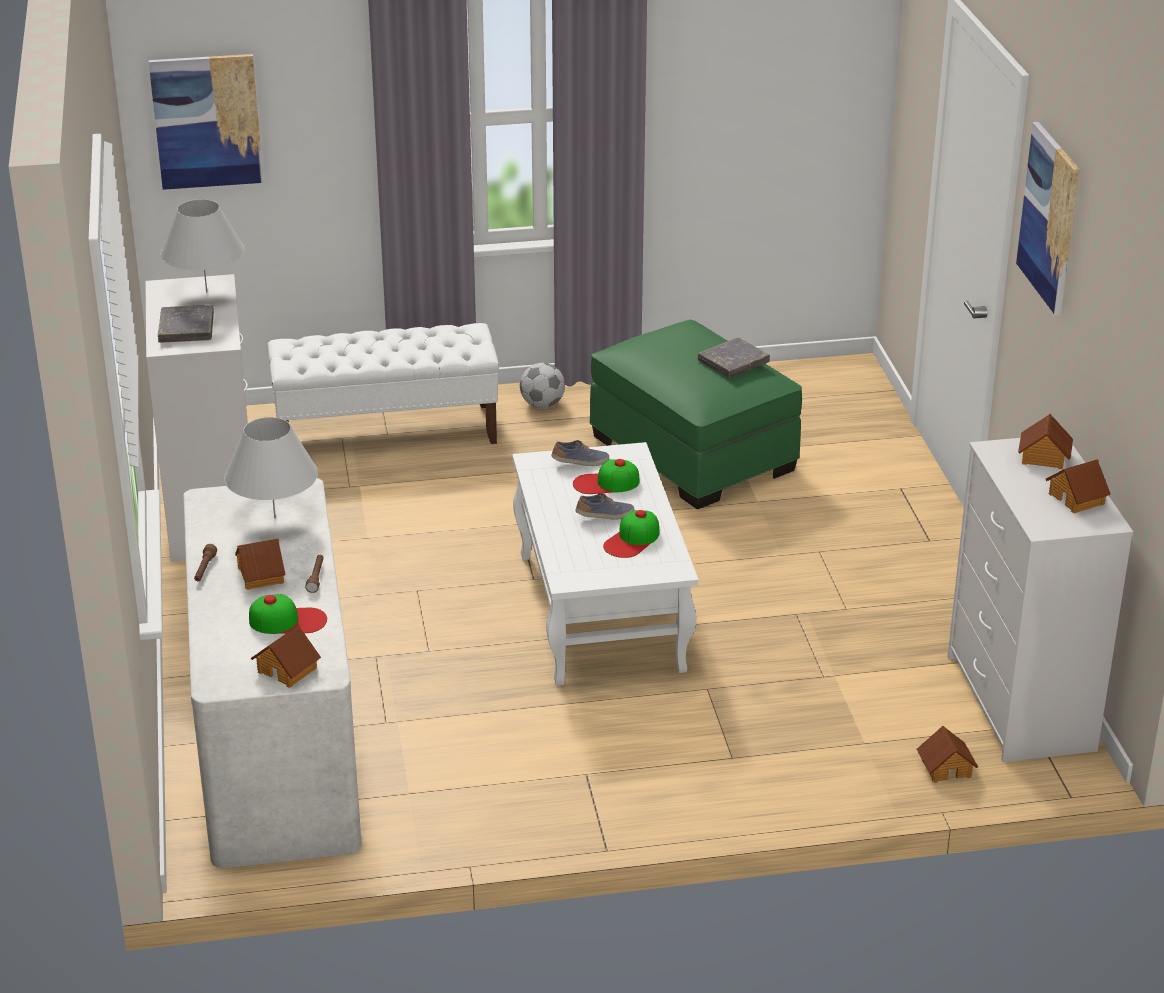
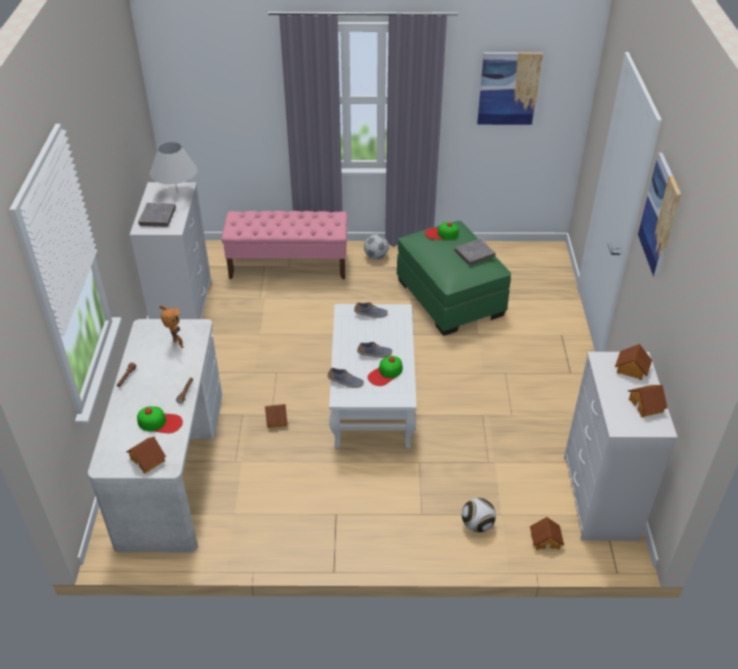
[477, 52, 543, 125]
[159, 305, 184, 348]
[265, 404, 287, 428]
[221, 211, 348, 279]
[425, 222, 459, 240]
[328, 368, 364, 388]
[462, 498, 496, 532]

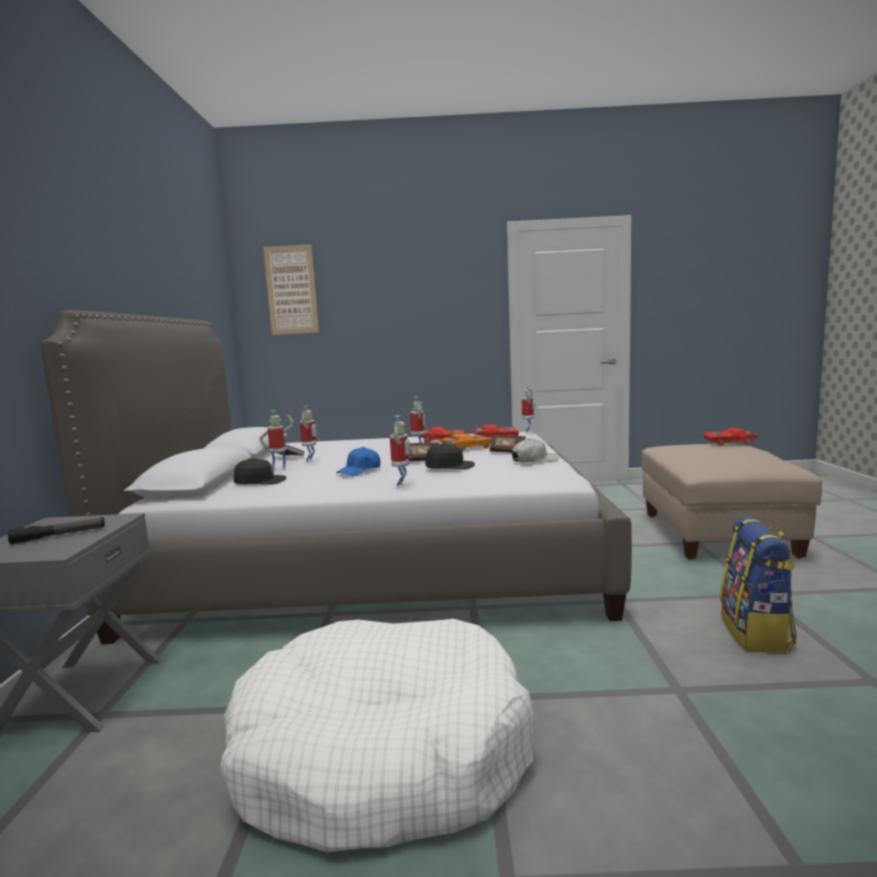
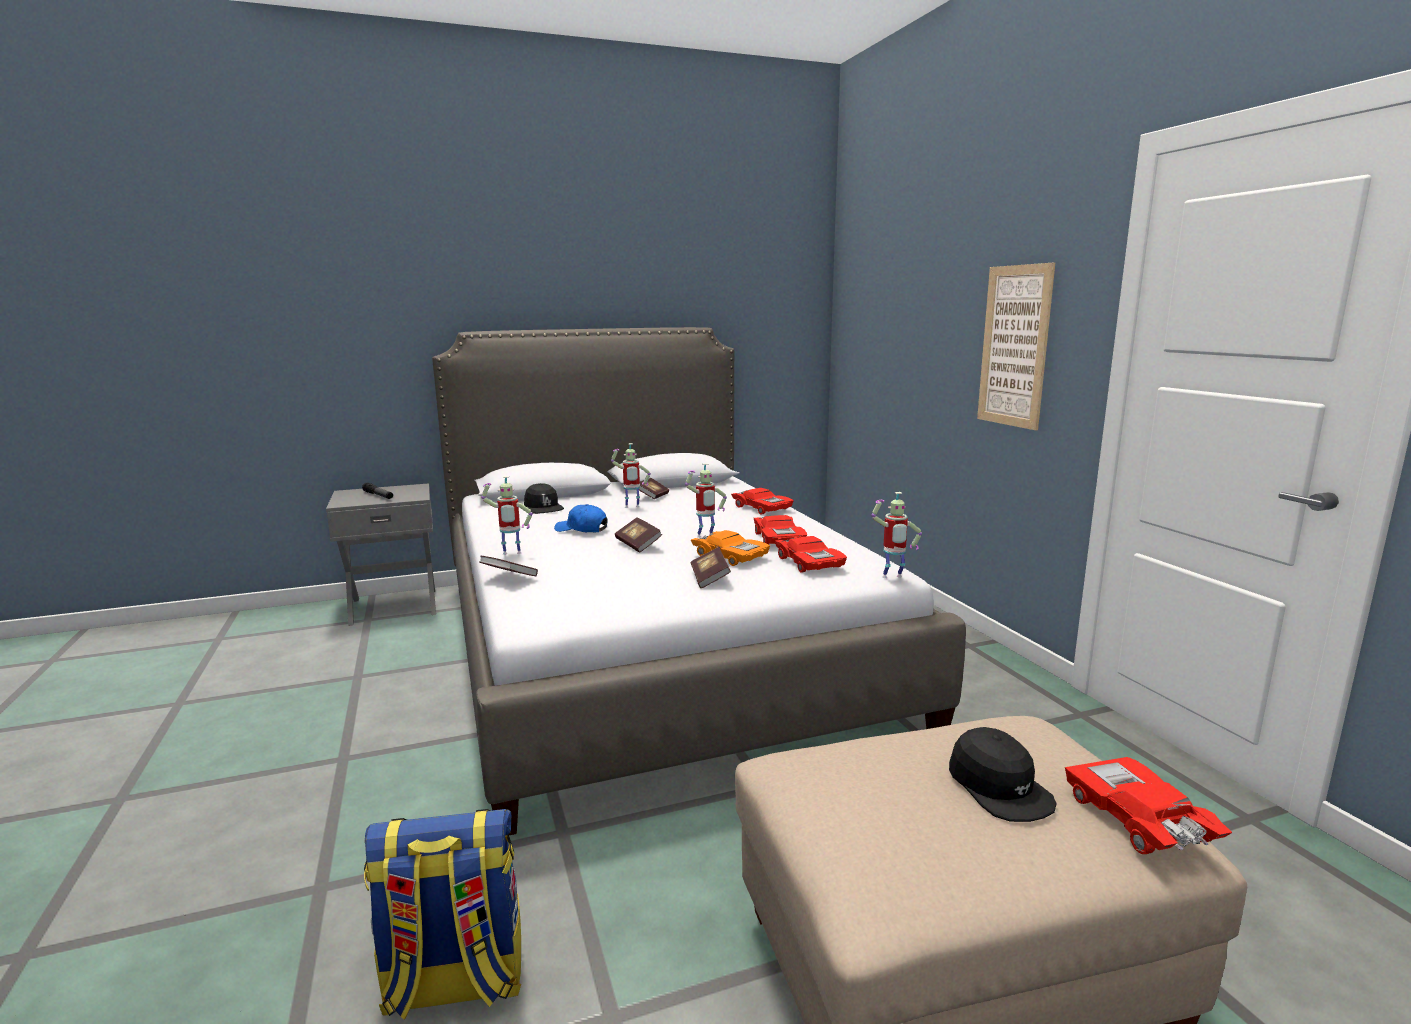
[220, 619, 534, 853] (first image)
[259, 410, 294, 471] (first image)
[977, 263, 1055, 430]
[949, 727, 1057, 822]
[512, 438, 559, 462] (first image)
[479, 556, 538, 576]
[731, 488, 794, 515]

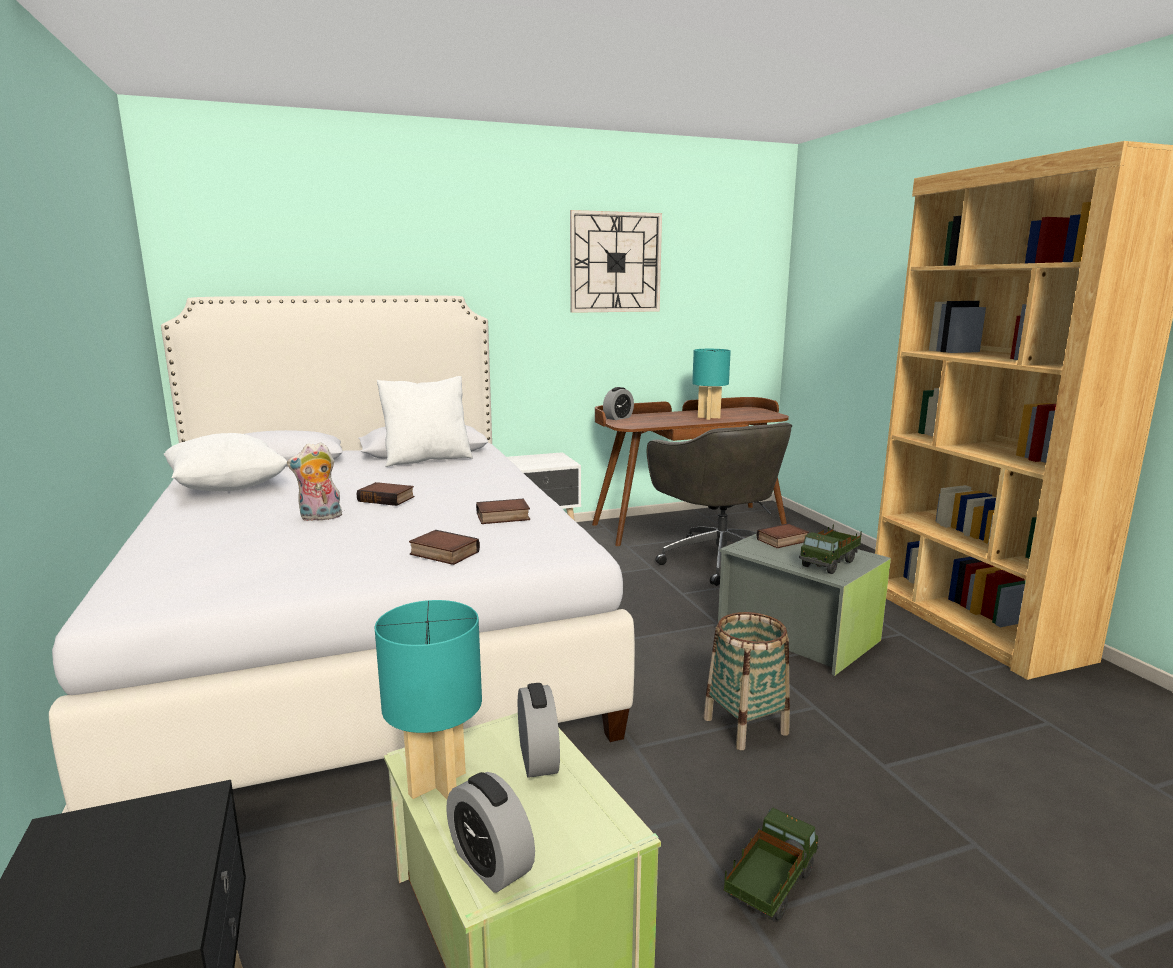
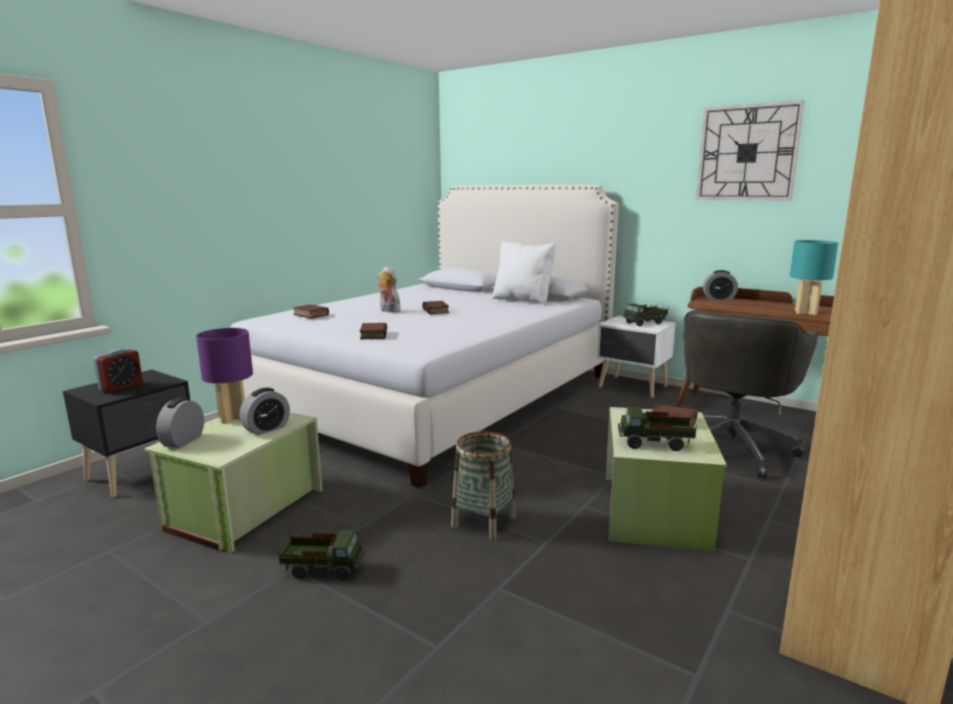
[164, 433, 287, 491] (first image)
[196, 328, 253, 424]
[293, 304, 329, 319]
[606, 407, 727, 551]
[93, 349, 143, 393]
[623, 303, 668, 326]

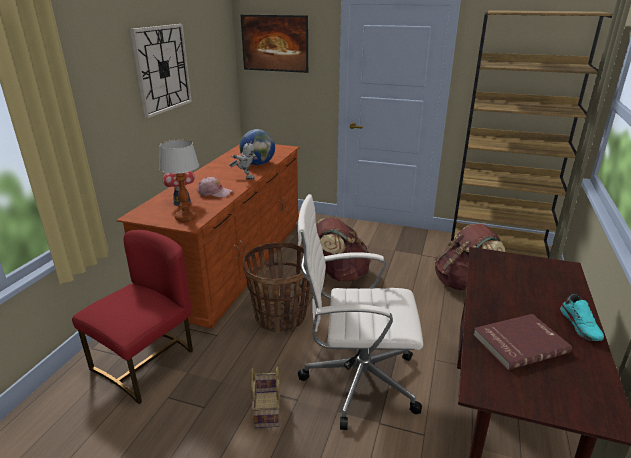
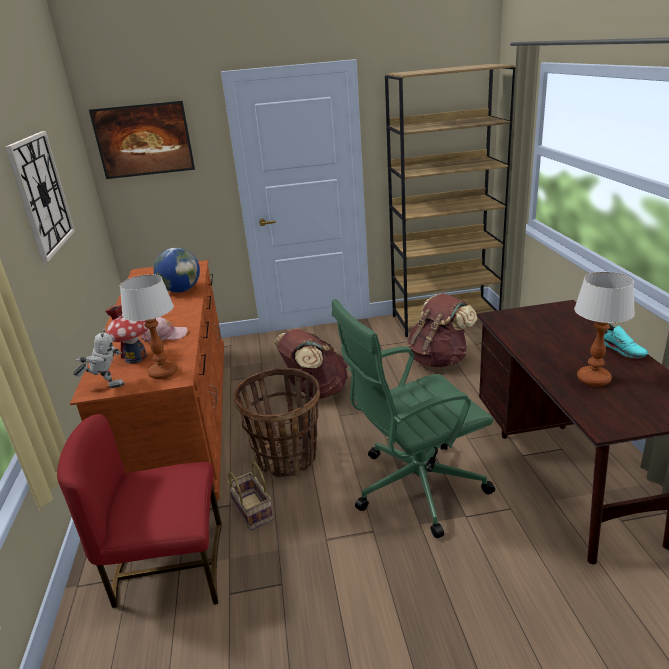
[57, 414, 222, 608]
[73, 328, 124, 388]
[227, 462, 274, 531]
[332, 299, 495, 539]
[574, 272, 635, 386]

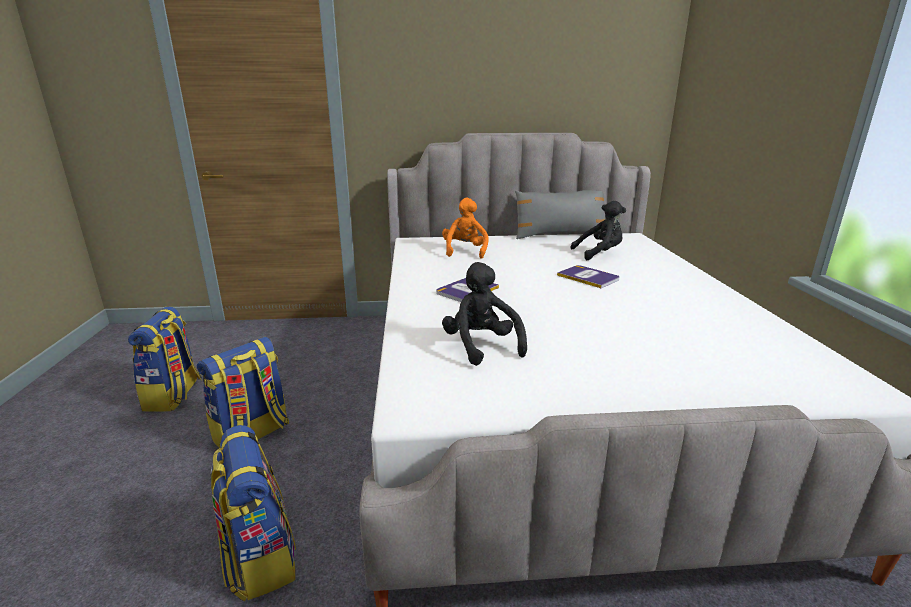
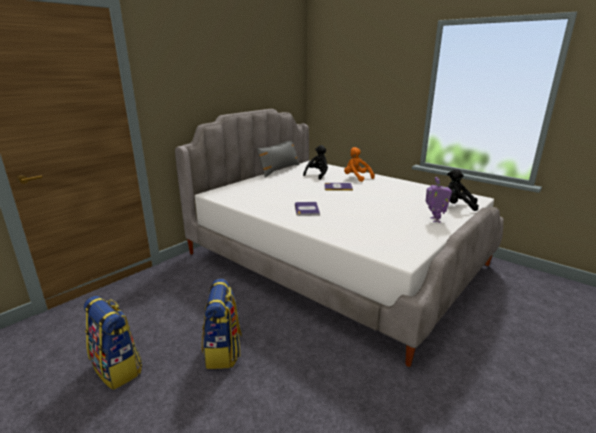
[210, 425, 296, 602] (first image)
[344, 147, 375, 182]
[447, 169, 479, 211]
[425, 177, 452, 223]

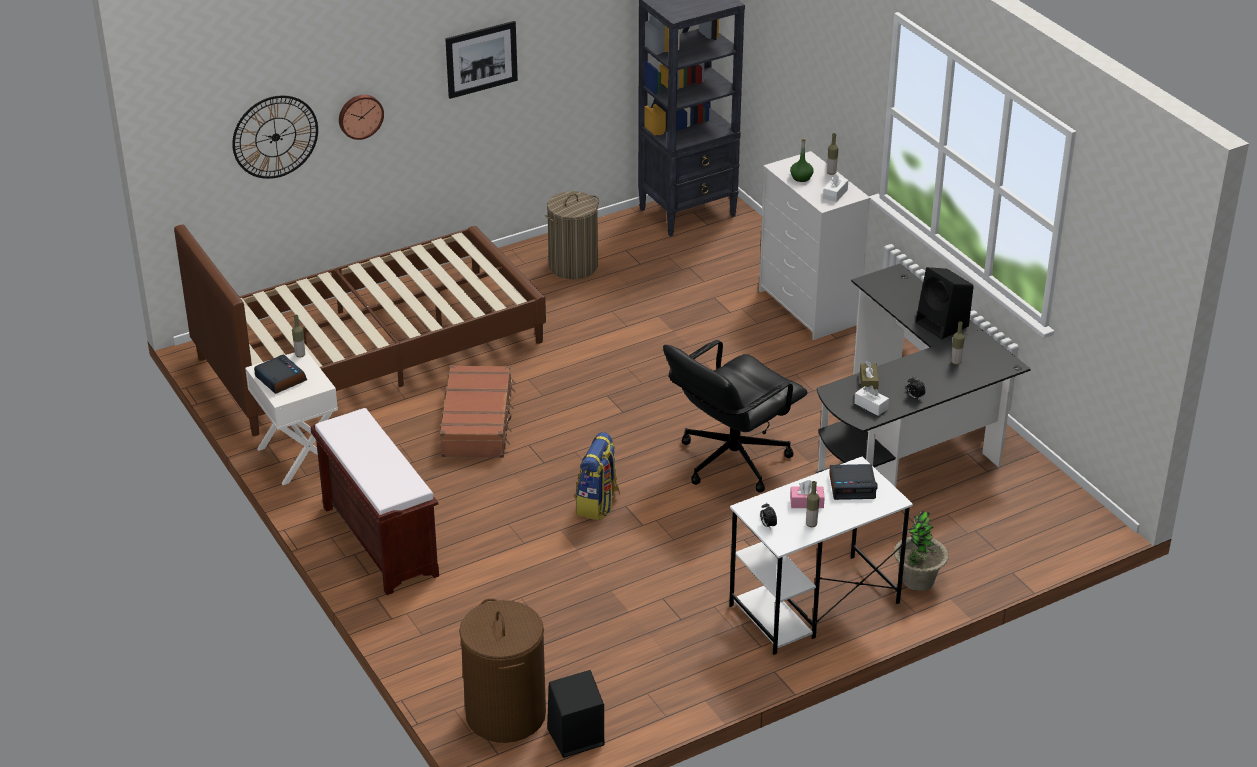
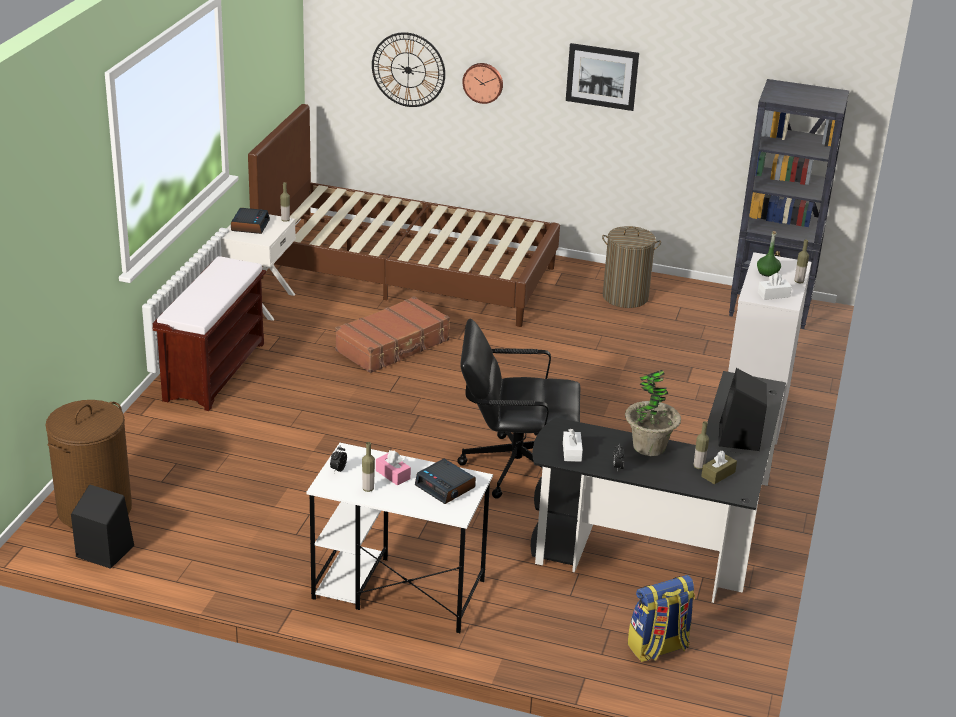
[628, 575, 695, 662]
[701, 451, 737, 484]
[625, 370, 681, 456]

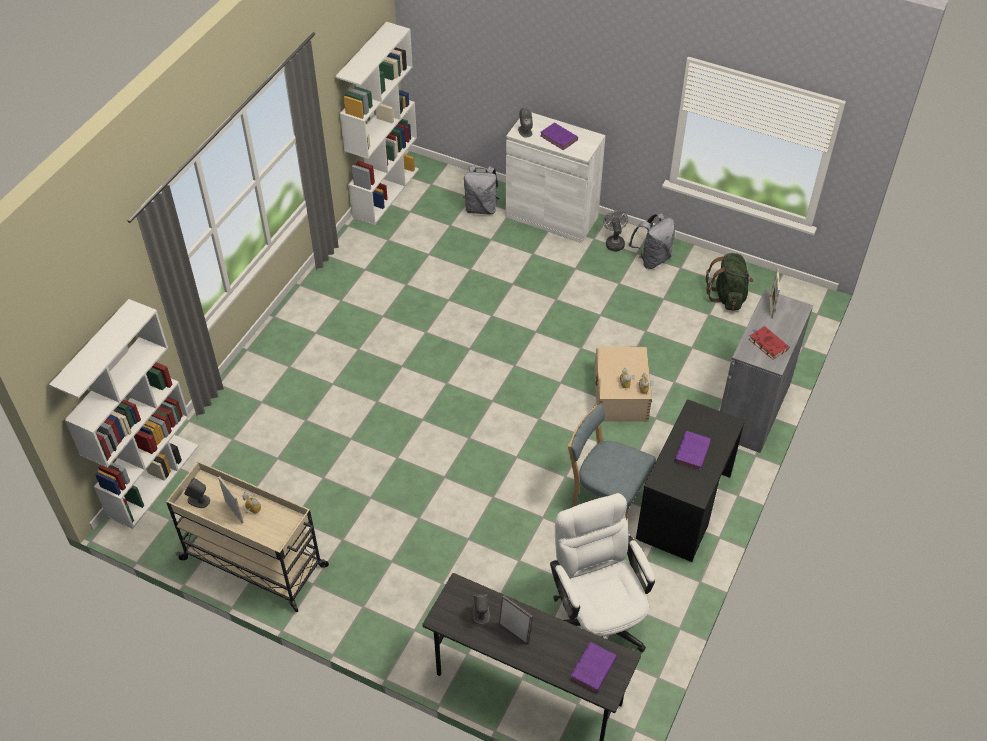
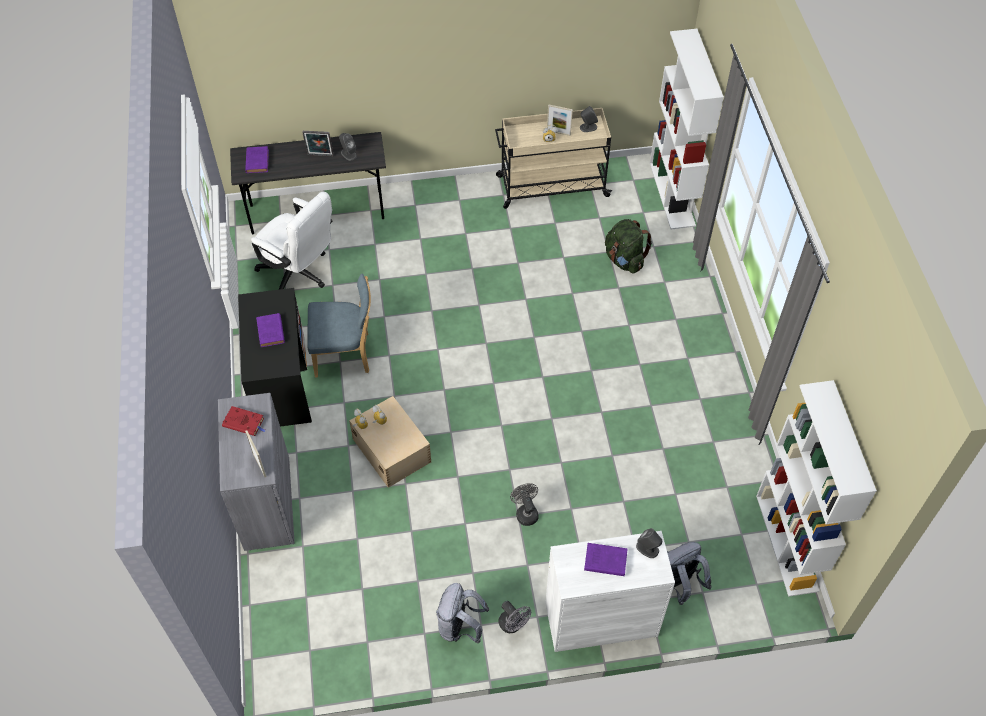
[605, 219, 652, 274]
[510, 483, 539, 526]

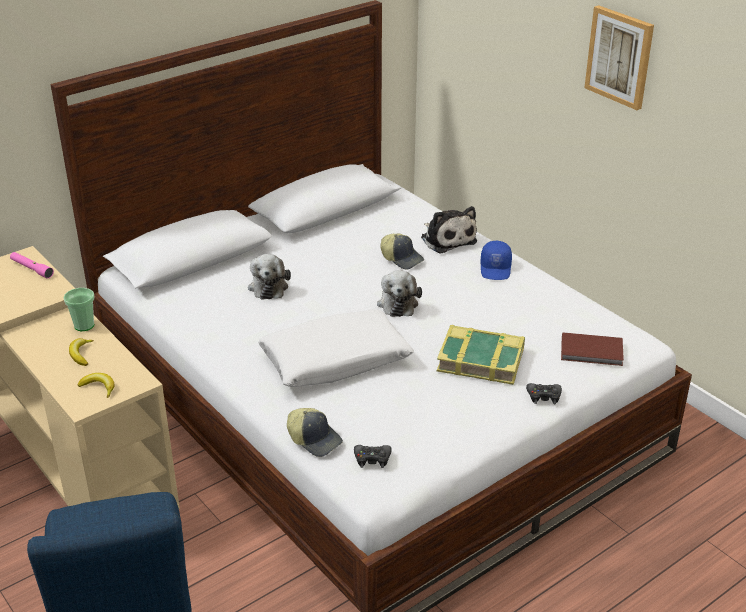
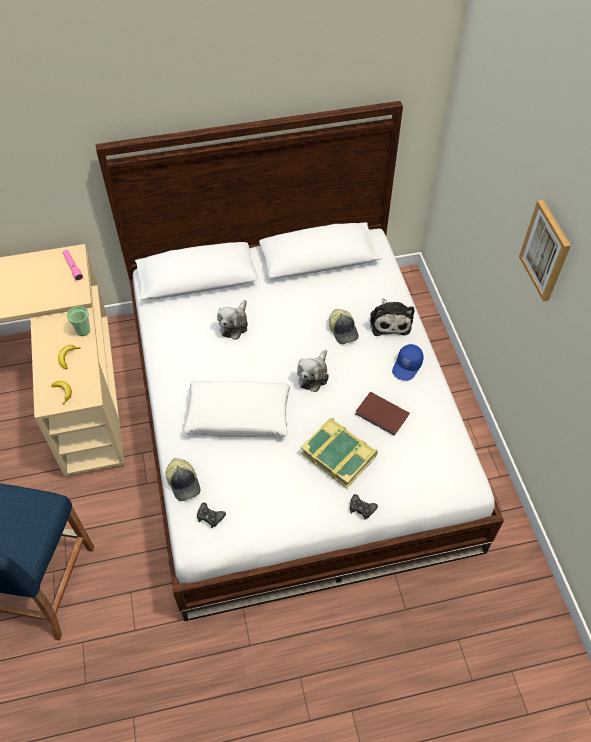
[356, 392, 410, 436]

